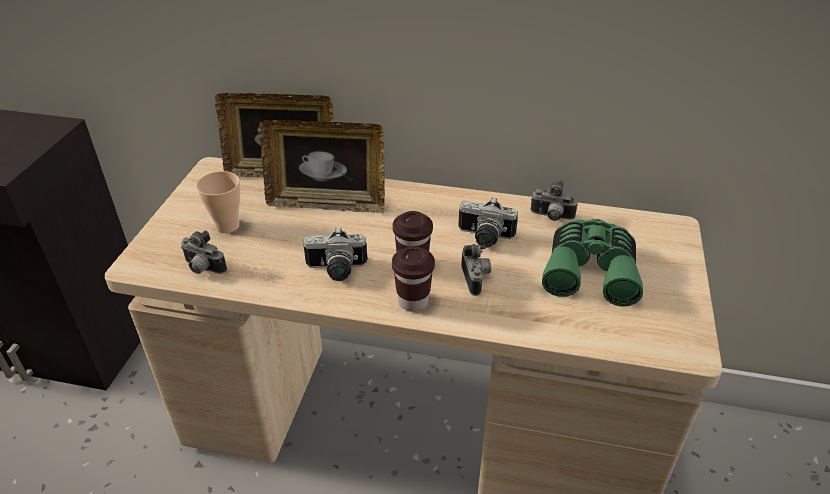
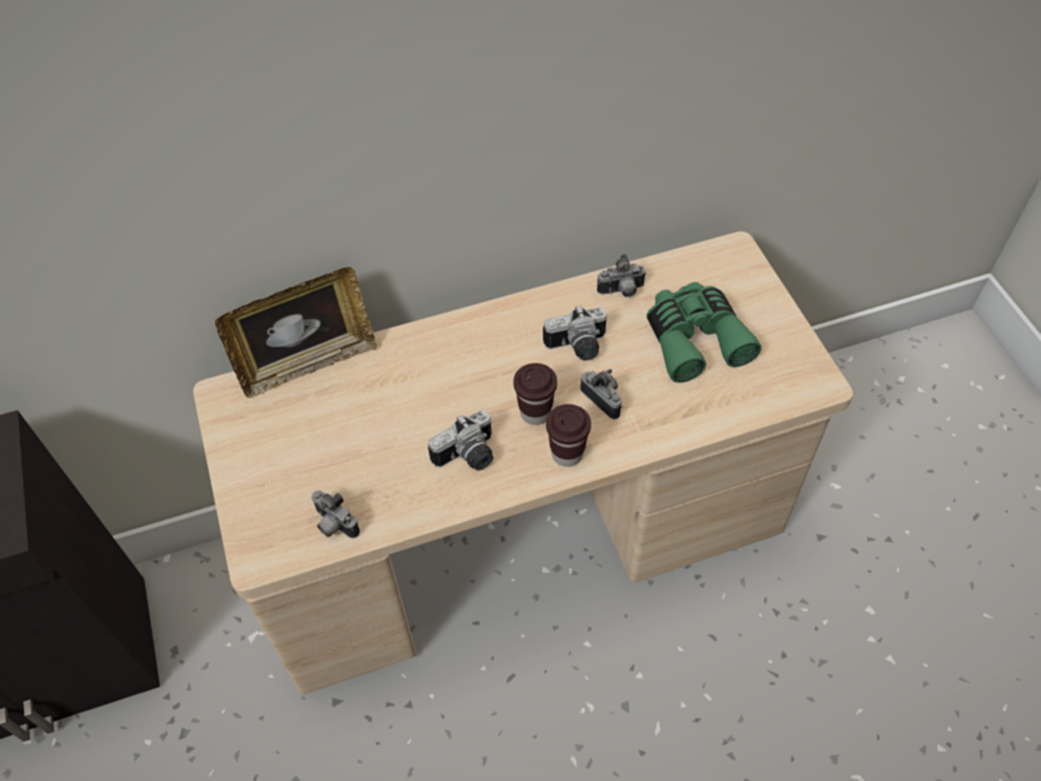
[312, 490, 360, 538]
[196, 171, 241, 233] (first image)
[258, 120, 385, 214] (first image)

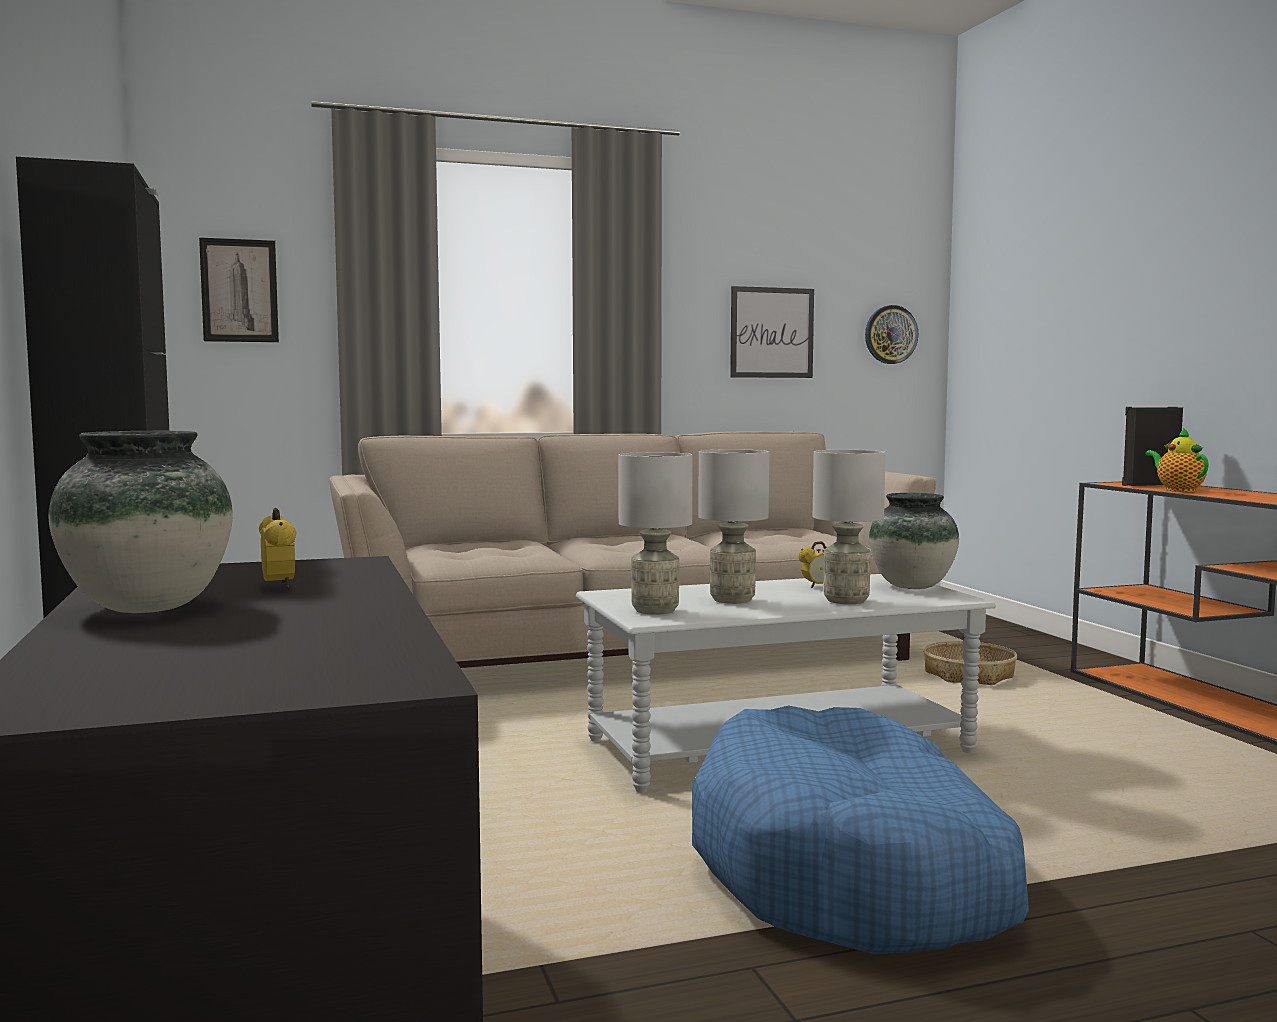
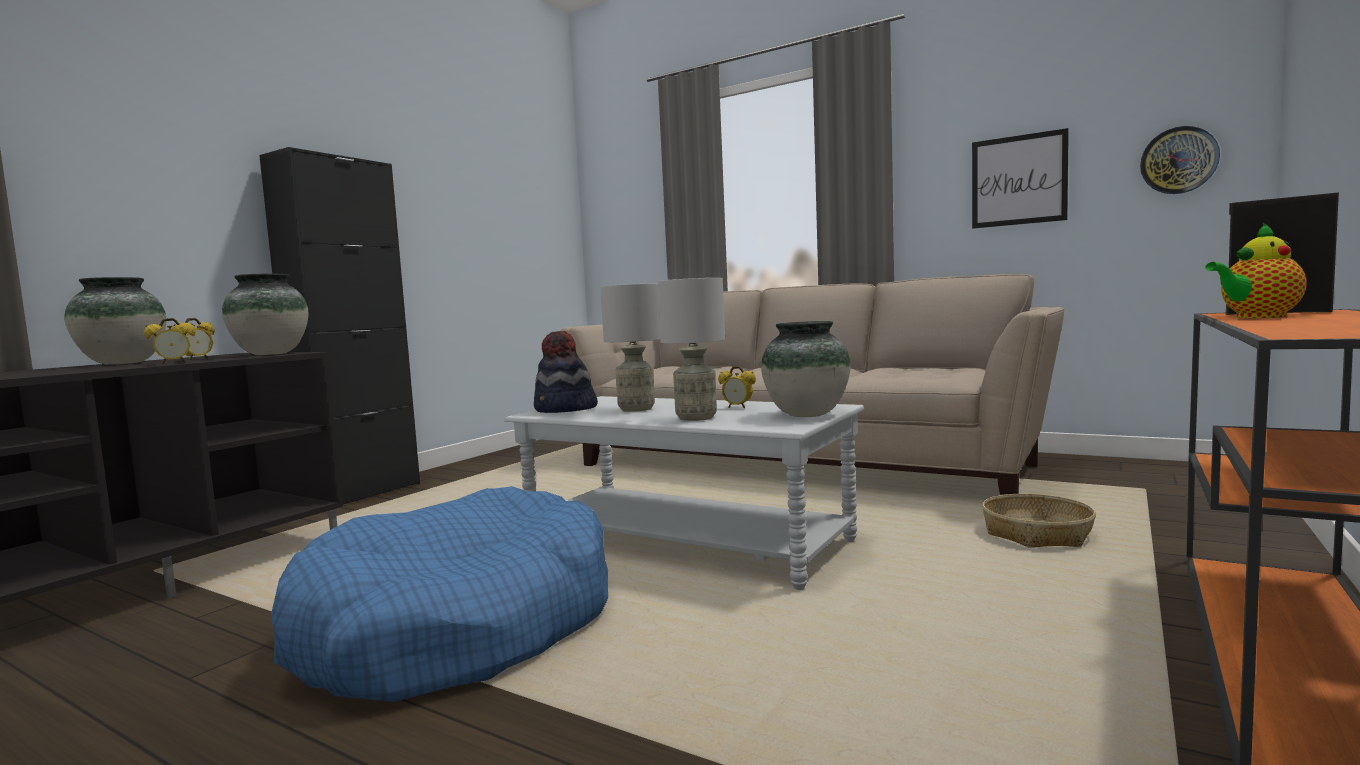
[199, 237, 279, 342] (first image)
[534, 331, 598, 413]
[1205, 223, 1307, 318]
[144, 318, 196, 364]
[222, 274, 309, 355]

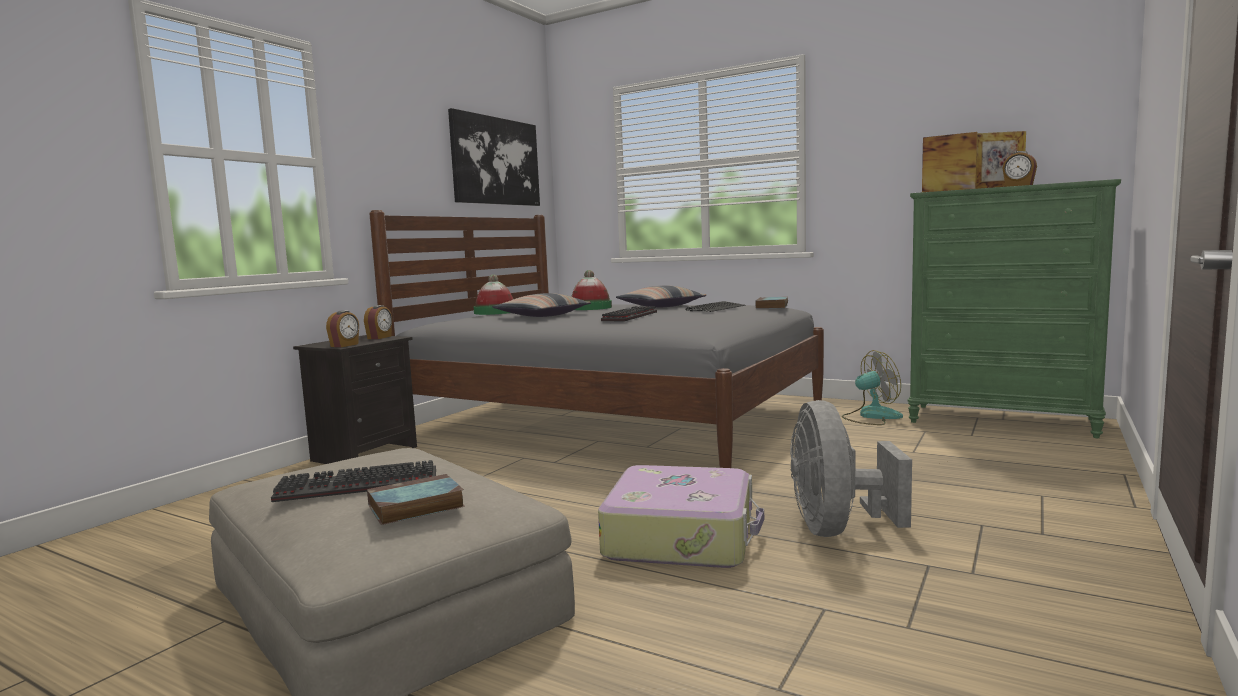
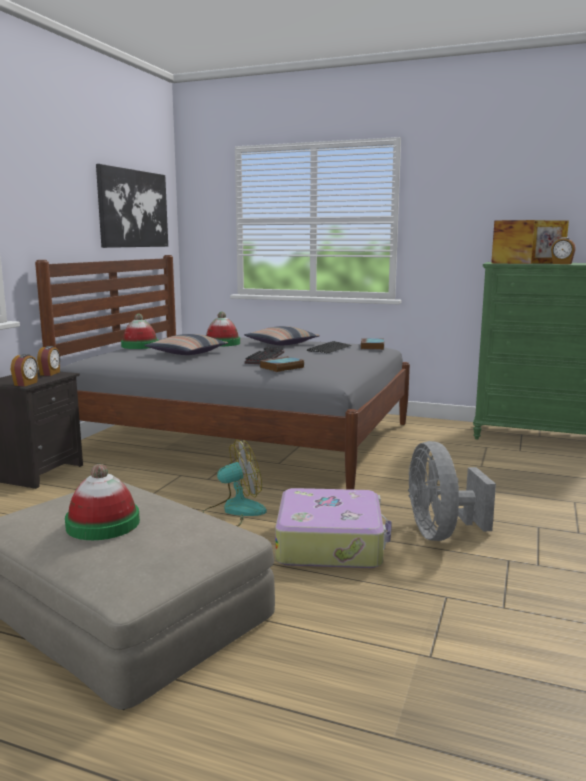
[65, 464, 140, 540]
[260, 356, 305, 372]
[203, 439, 267, 527]

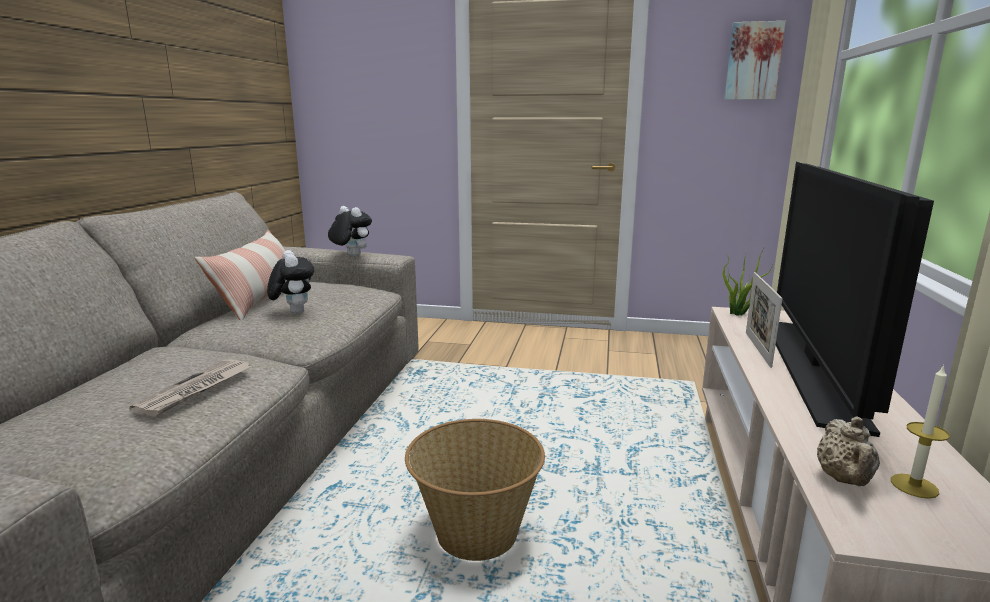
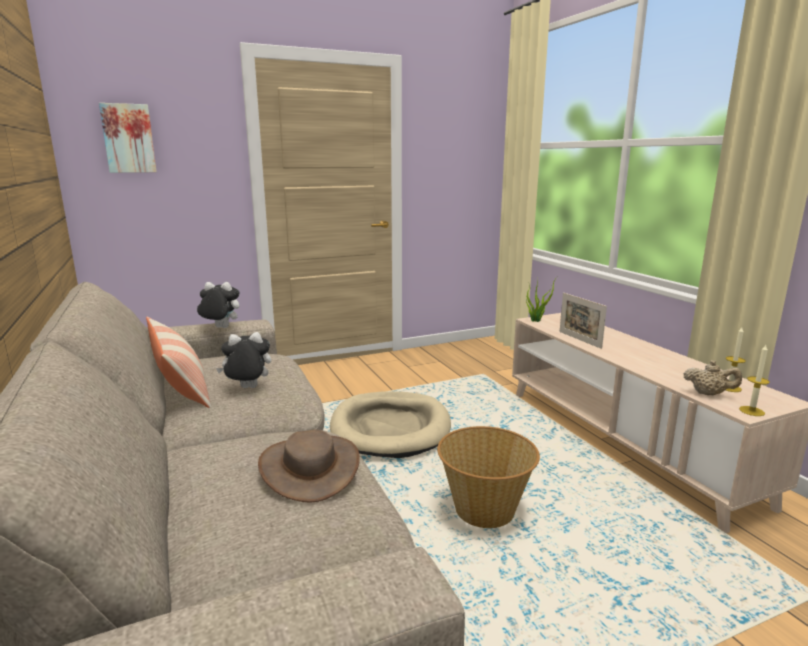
[258, 429, 360, 503]
[216, 332, 271, 388]
[99, 103, 157, 173]
[776, 162, 934, 437] (first image)
[684, 360, 742, 395]
[330, 391, 451, 458]
[739, 345, 770, 416]

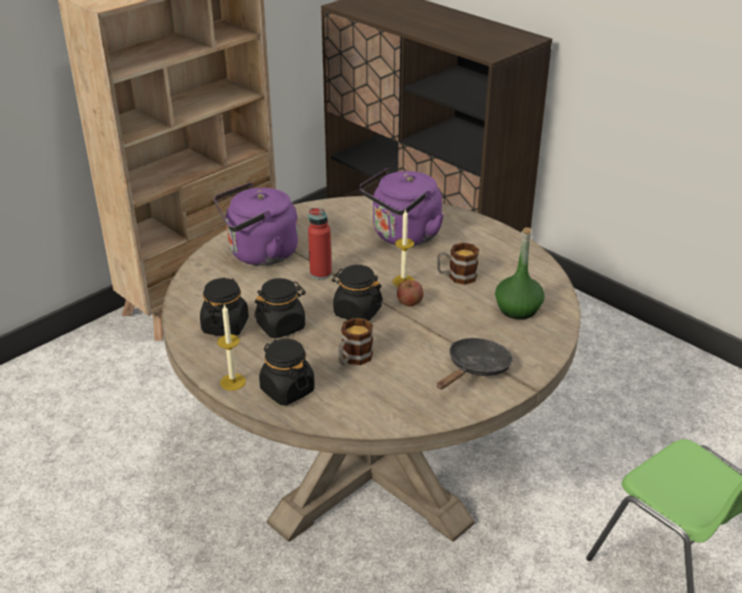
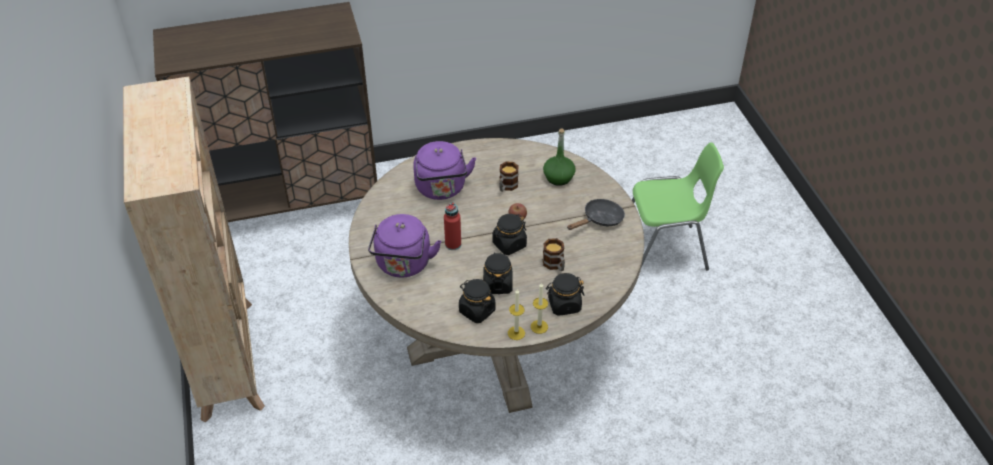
[508, 289, 525, 340]
[567, 199, 625, 230]

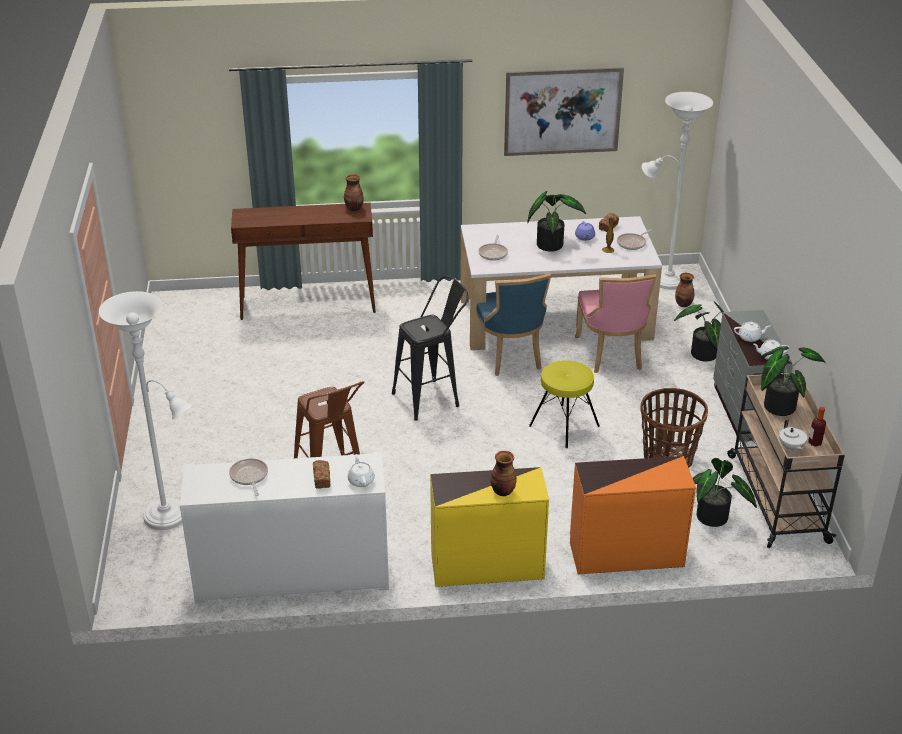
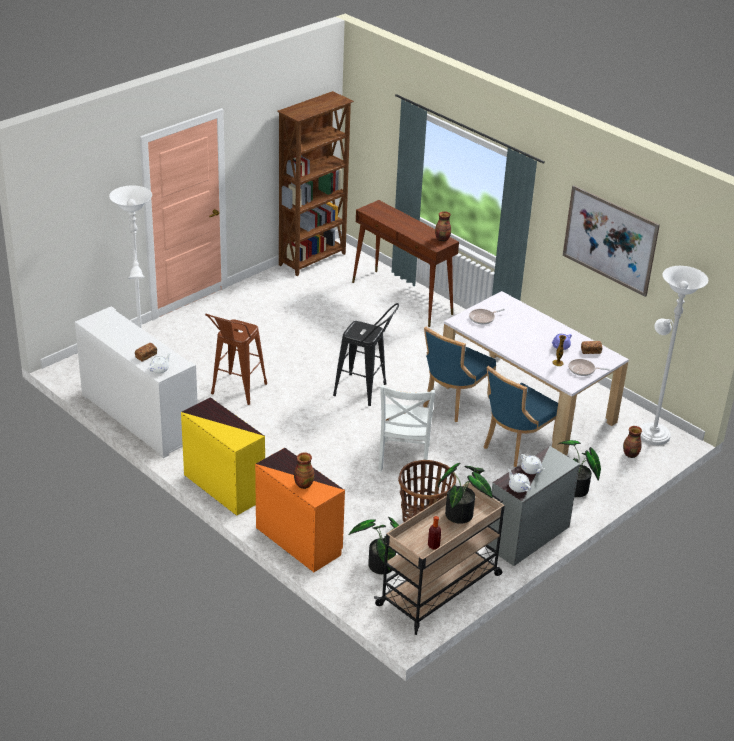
[229, 458, 268, 496] (first image)
[294, 452, 315, 489]
[527, 191, 586, 251] (first image)
[378, 385, 435, 476]
[484, 366, 558, 467]
[779, 420, 807, 452] (first image)
[277, 91, 354, 276]

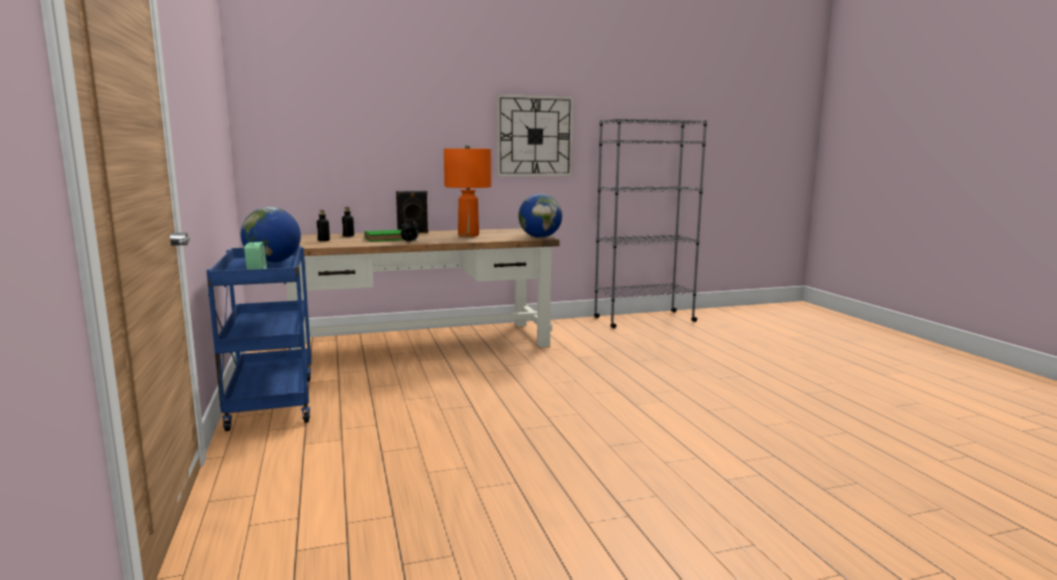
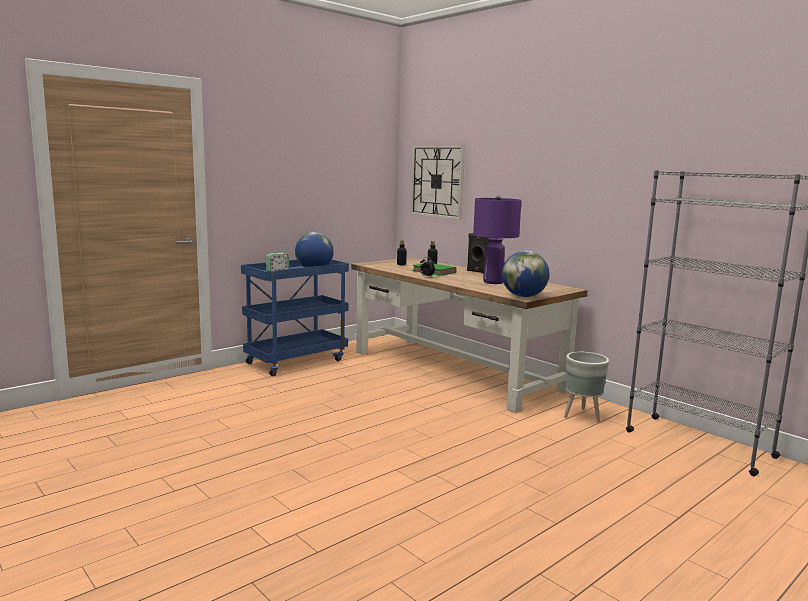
[473, 195, 522, 284]
[410, 145, 465, 220]
[564, 352, 609, 422]

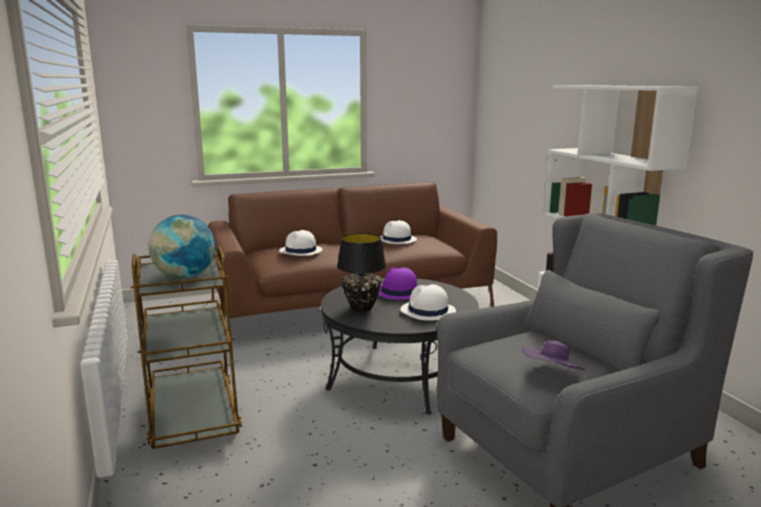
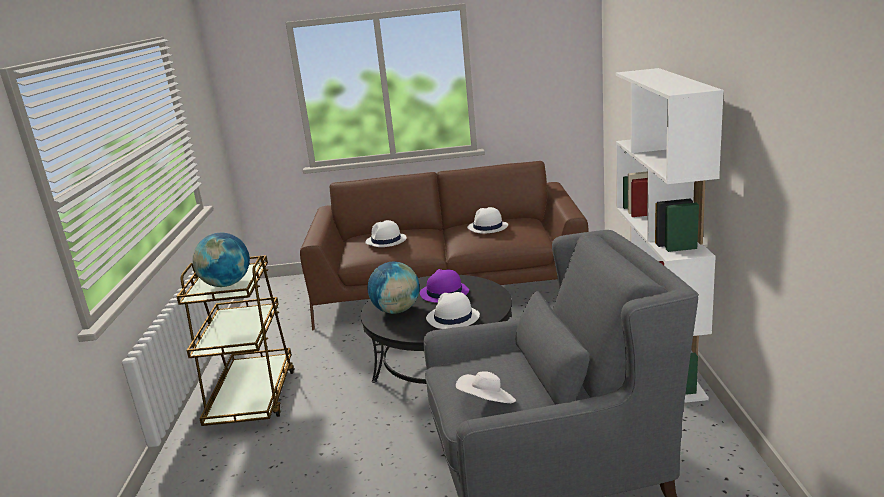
[367, 262, 419, 314]
[456, 371, 516, 403]

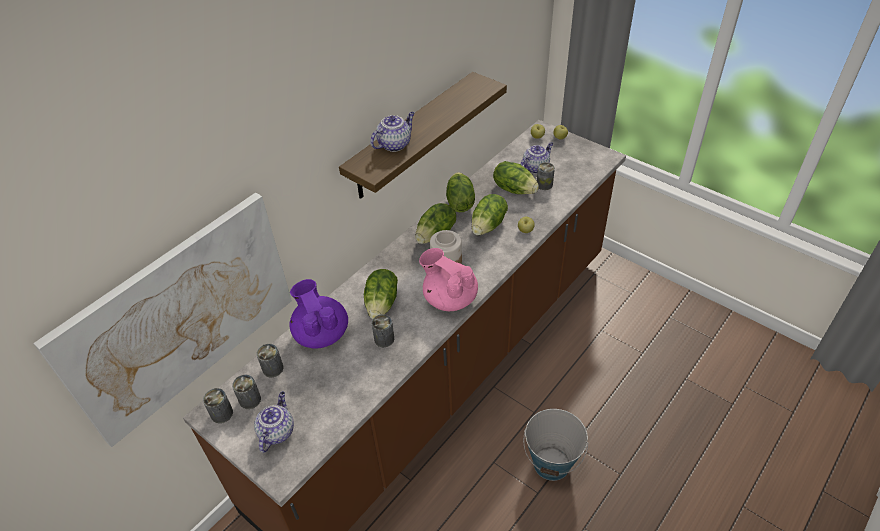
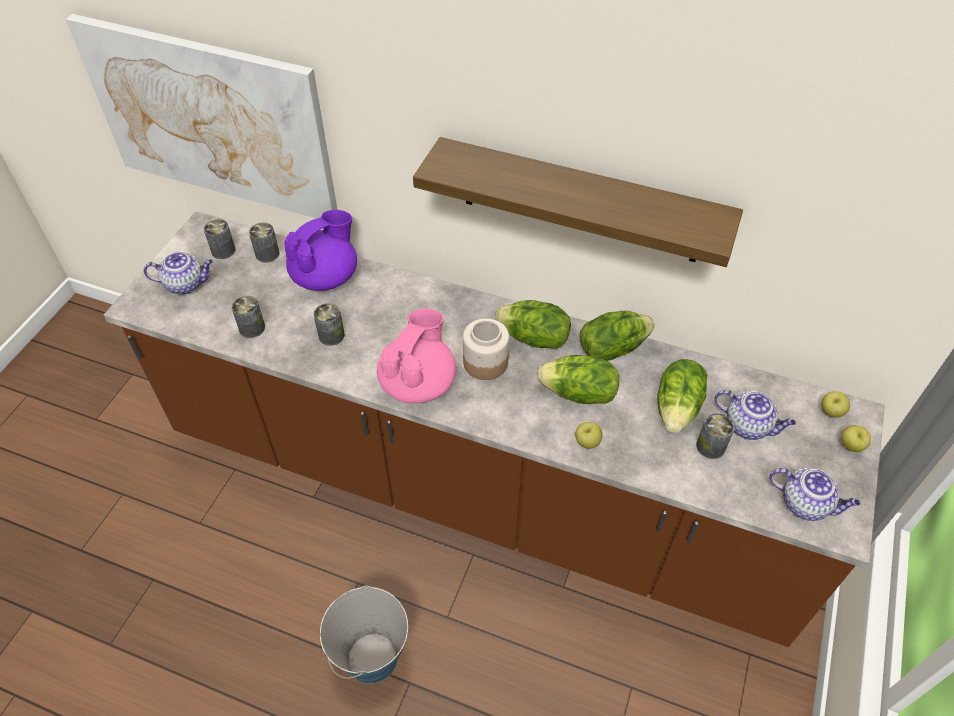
[232, 296, 265, 338]
[364, 269, 398, 319] (first image)
[769, 468, 860, 521]

